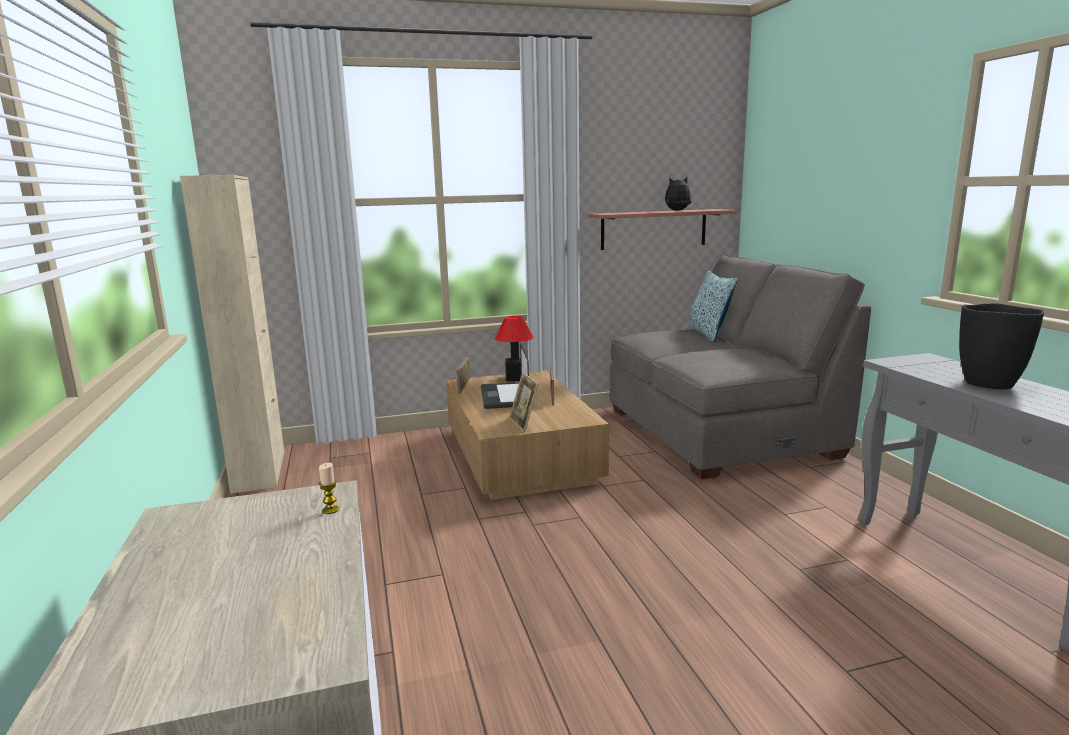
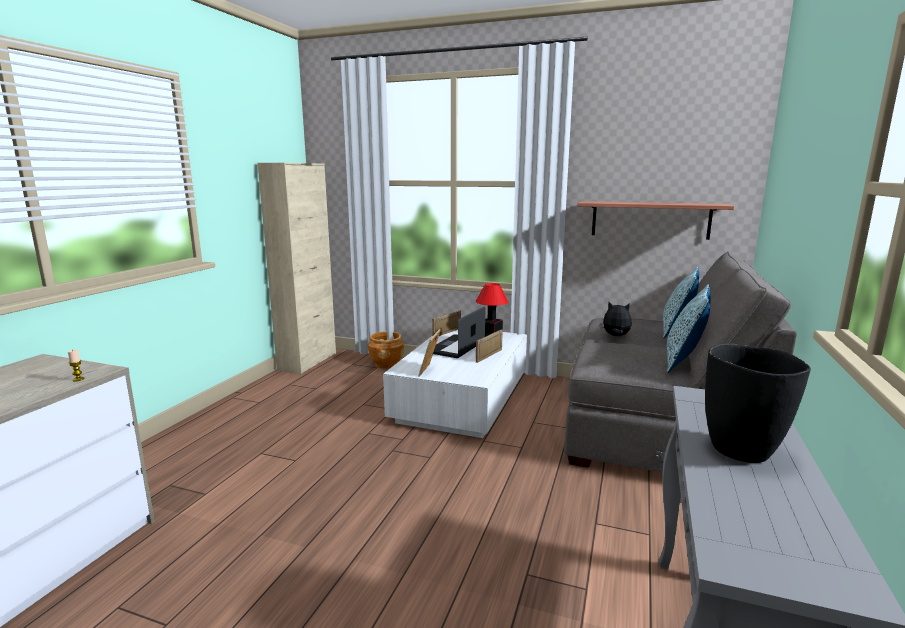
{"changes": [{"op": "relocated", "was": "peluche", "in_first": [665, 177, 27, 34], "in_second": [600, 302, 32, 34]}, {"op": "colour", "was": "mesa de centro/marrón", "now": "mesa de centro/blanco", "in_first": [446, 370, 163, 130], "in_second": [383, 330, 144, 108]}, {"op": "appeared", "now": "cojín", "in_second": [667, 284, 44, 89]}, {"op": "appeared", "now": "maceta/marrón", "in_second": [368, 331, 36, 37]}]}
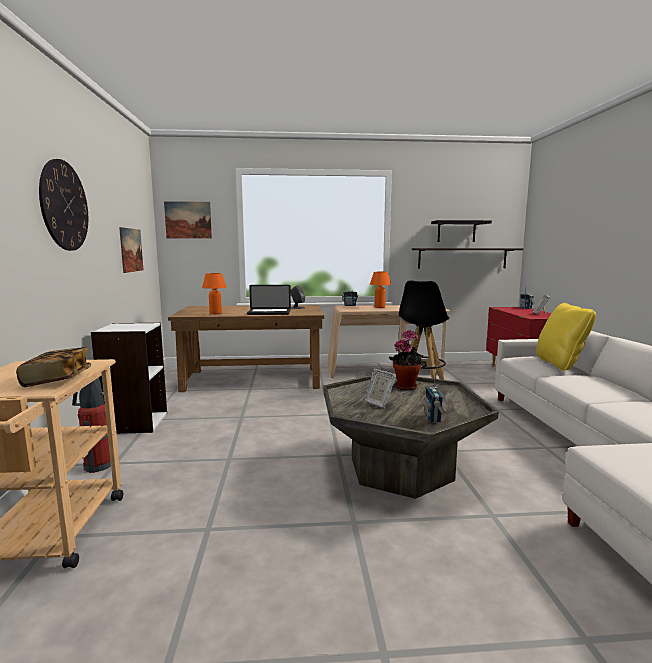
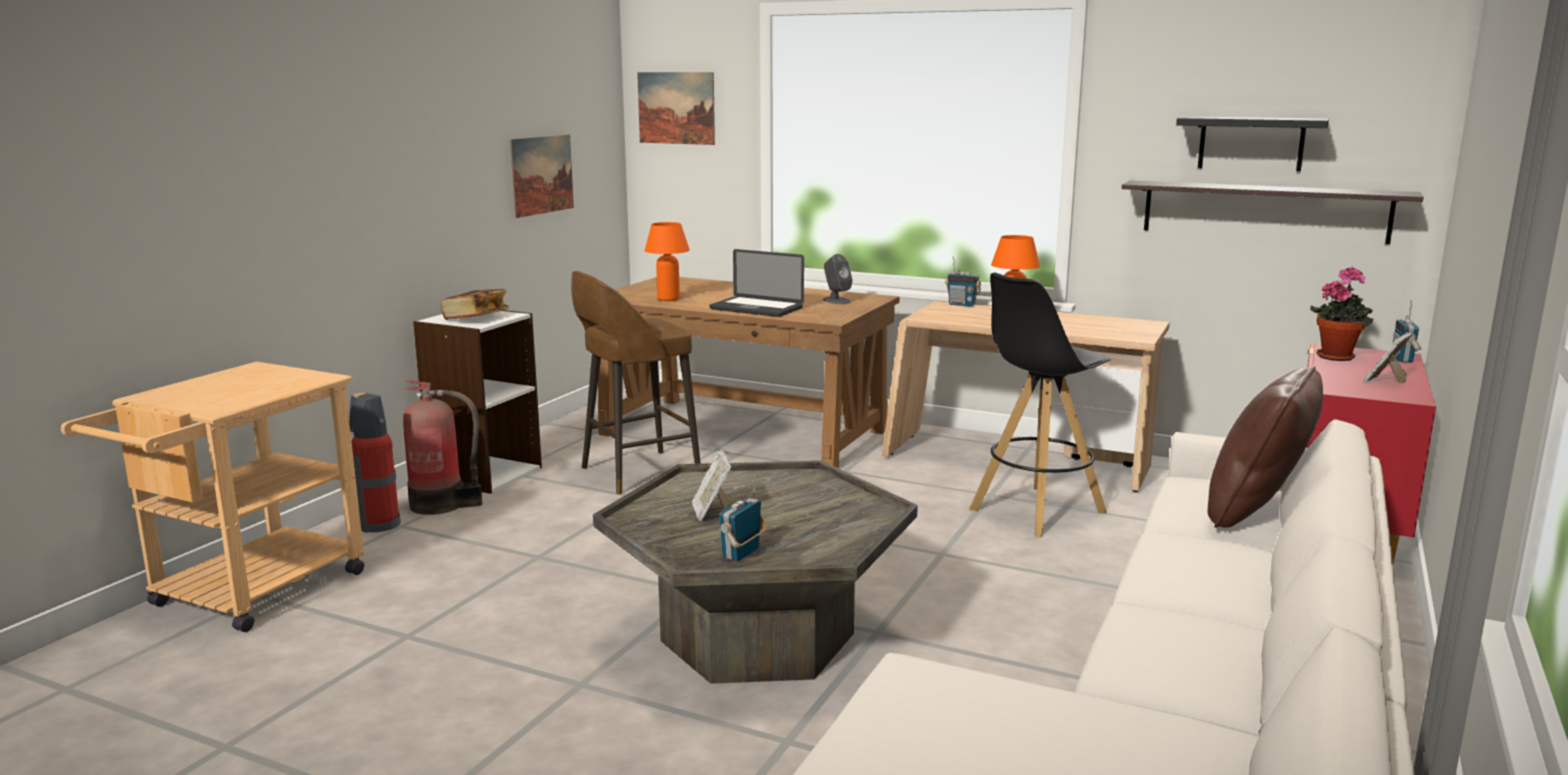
{"changes": [{"op": "missing", "was": "reloj de pared", "in_first": [39, 159, 49, 92]}, {"op": "colour", "was": "cojín/amarillo", "now": "cojín/marrón", "in_first": [536, 303, 60, 68], "in_second": [1208, 366, 115, 162]}, {"op": "relocated", "was": "planta en maceta", "in_first": [389, 330, 37, 60], "in_second": [1310, 267, 63, 94]}, {"op": "relocated", "was": "libro", "in_first": [16, 347, 75, 40], "in_second": [441, 289, 68, 31]}, {"op": "appeared", "now": "taburete/marrón", "in_second": [571, 271, 130, 224]}, {"op": "appeared", "now": "extintor", "in_second": [403, 380, 80, 135]}]}
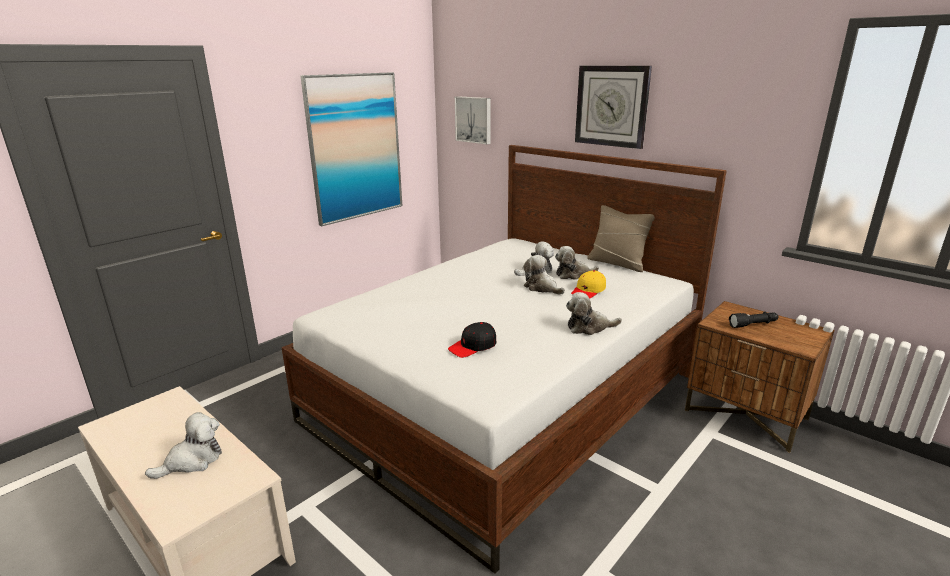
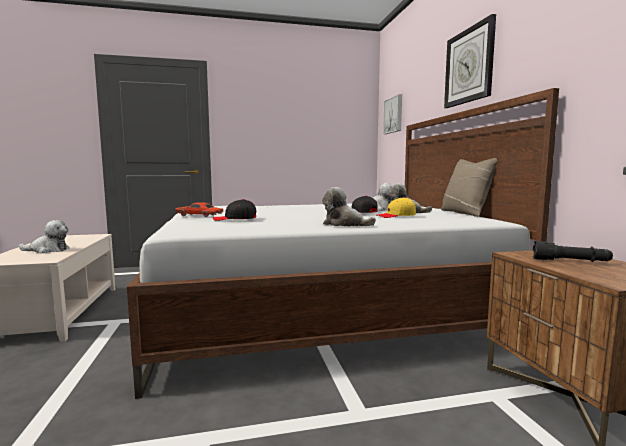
{"changes": [{"op": "missing", "was": "cuadro", "in_first": [301, 72, 101, 154]}, {"op": "exchanged", "was": "peluche", "now": "gorra/negro", "in_first": [524, 255, 41, 39], "in_second": [351, 196, 27, 17]}, {"op": "appeared", "now": "coche de juguete/rojo", "in_second": [175, 202, 48, 15]}]}
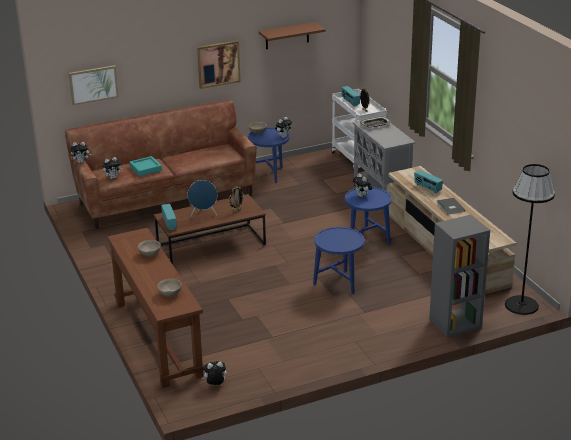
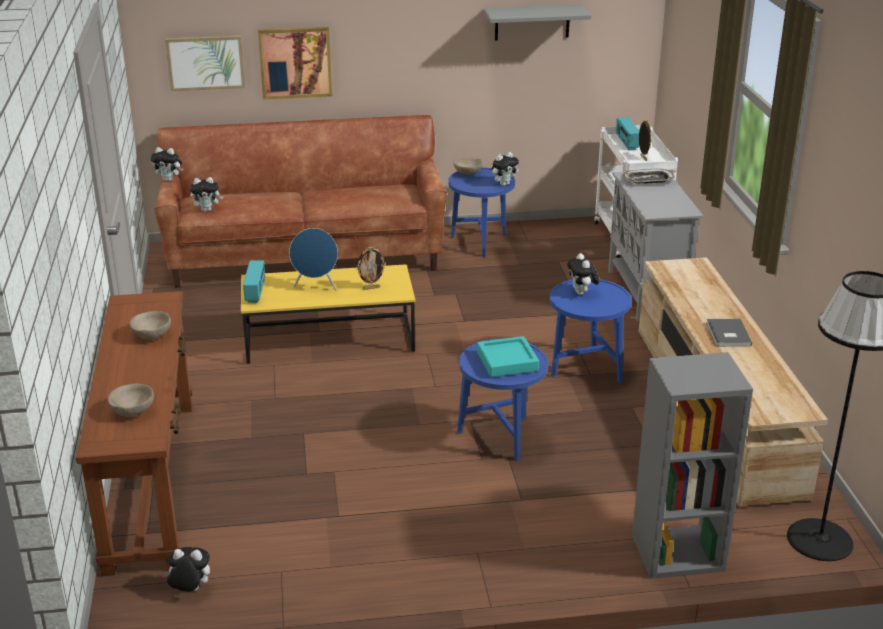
{"changes": [{"op": "colour", "was": "estante/marrón", "now": "estante/gris", "in_first": [259, 22, 66, 27], "in_second": [483, 5, 109, 35]}, {"op": "relocated", "was": "cuadro", "in_first": [197, 40, 44, 49], "in_second": [258, 27, 74, 72]}, {"op": "relocated", "was": "bandeja/turquesa", "in_first": [129, 156, 33, 20], "in_second": [477, 336, 62, 41]}, {"op": "missing", "was": "radio", "in_first": [414, 170, 29, 23]}, {"op": "colour", "was": "mesa de centro/marrón", "now": "mesa de centro/amarillo", "in_first": [154, 194, 112, 71], "in_second": [241, 264, 174, 99]}]}
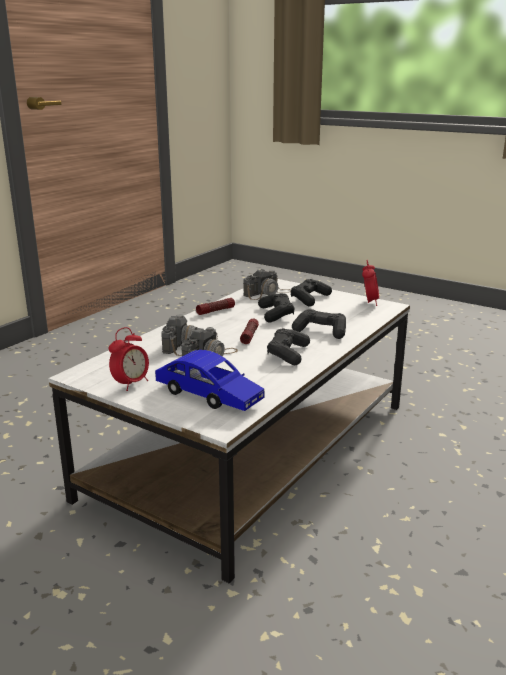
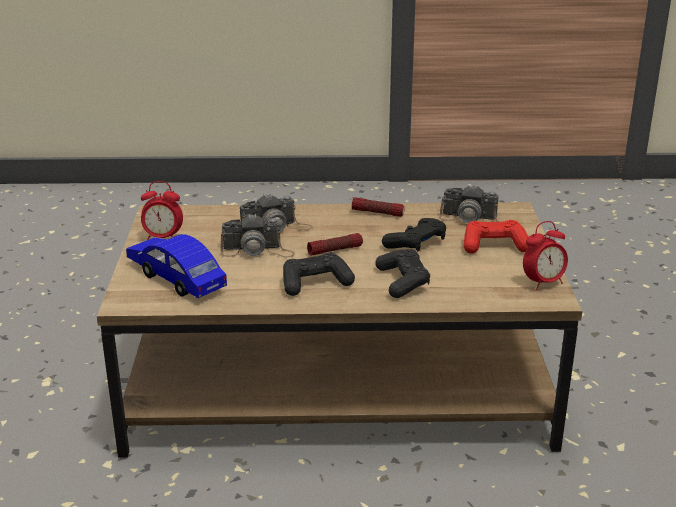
{"changes": [{"op": "colour", "was": "mesa de centro/blanco", "now": "mesa de centro/marrón", "in_first": [48, 279, 362, 304], "in_second": [97, 202, 485, 256]}, {"op": "colour", "was": "mando de consola/negro", "now": "mando de consola/rojo", "in_first": [291, 279, 41, 28], "in_second": [464, 220, 64, 34]}, {"op": "spun", "was": "coche de juguete/azul", "in_first": [155, 350, 110, 61], "in_second": [126, 234, 101, 64], "clockwise": 135}]}
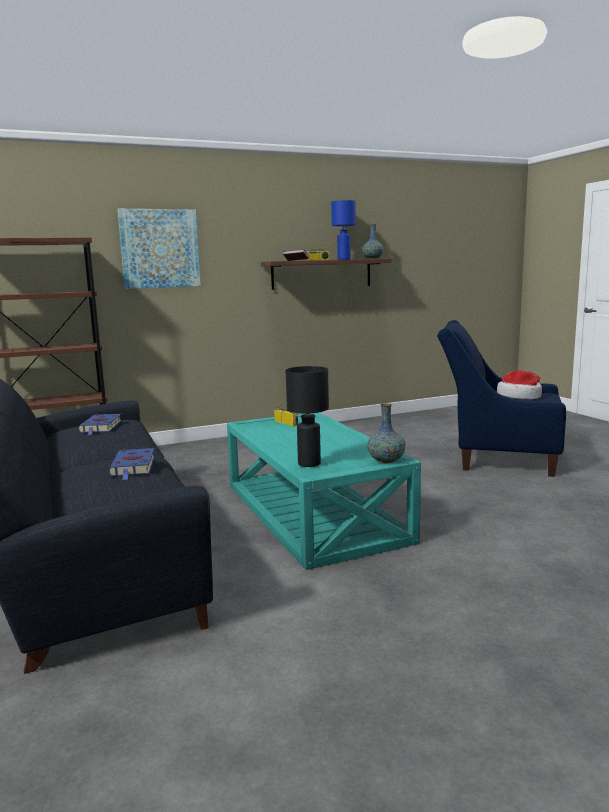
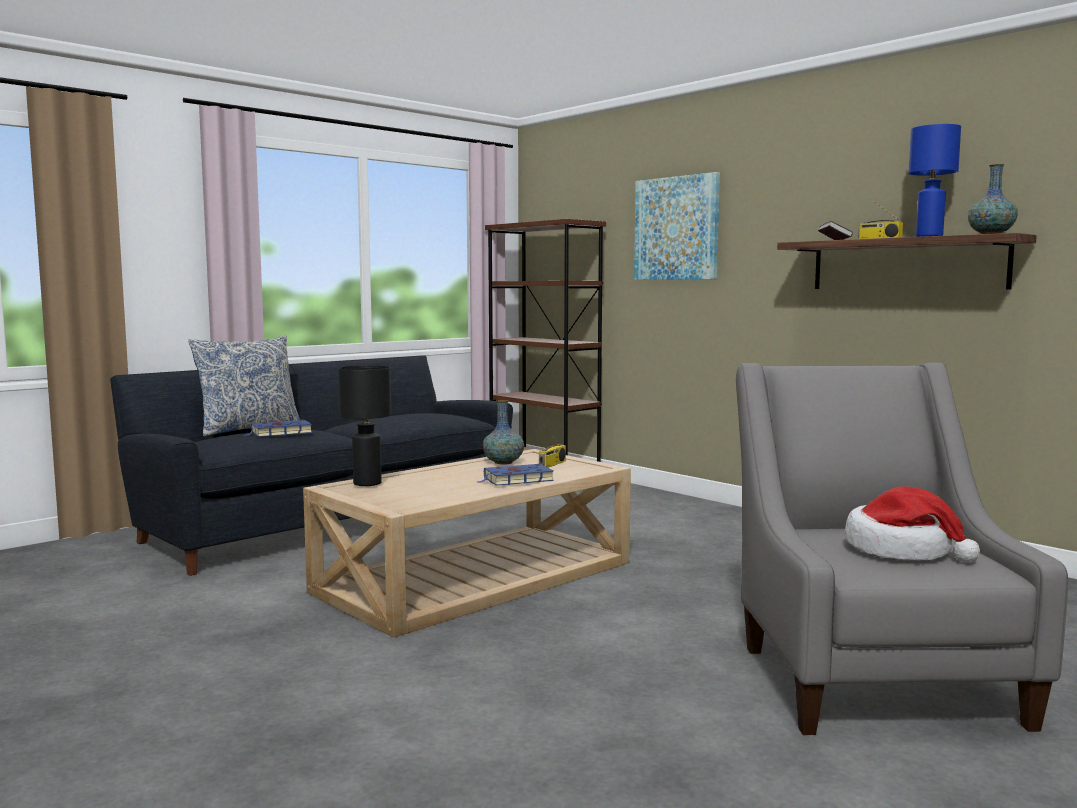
{"changes": [{"op": "colour", "was": "sillón/azul", "now": "sillón/gris", "in_first": [437, 320, 129, 157], "in_second": [736, 363, 332, 372]}, {"op": "relocated", "was": "florero", "in_first": [367, 403, 39, 60], "in_second": [483, 400, 41, 64]}, {"op": "colour", "was": "mesa de centro/turquesa", "now": "mesa de centro/beis", "in_first": [227, 413, 194, 157], "in_second": [303, 449, 328, 188]}, {"op": "relocated", "was": "libro/azul", "in_first": [78, 414, 44, 21], "in_second": [477, 464, 77, 22]}, {"op": "appeared", "now": "cojín", "in_second": [188, 336, 112, 101]}]}
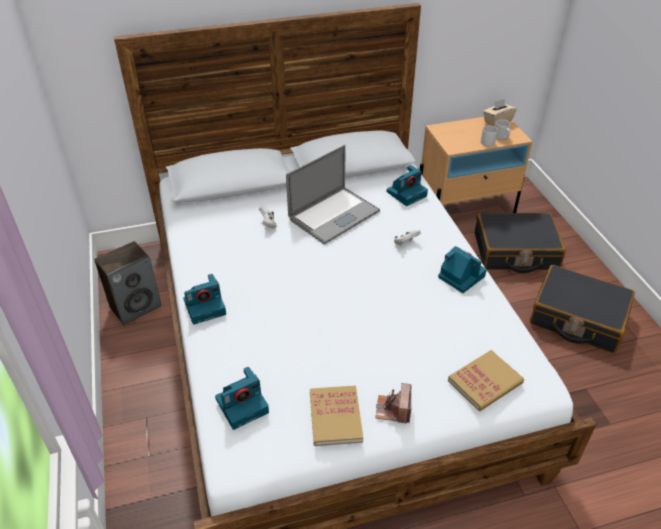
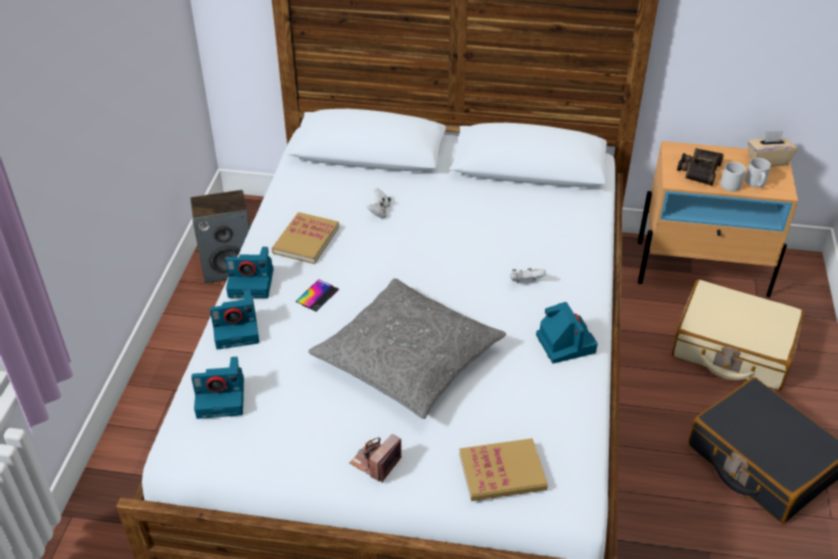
{"changes": [{"op": "missing", "was": "portátil", "in_first": [286, 145, 94, 99]}, {"op": "relocated", "was": "cámara", "in_first": [387, 165, 41, 41], "in_second": [210, 290, 49, 60]}, {"op": "colour", "was": "maleta/negro", "now": "maleta/beis", "in_first": [475, 213, 91, 60], "in_second": [672, 279, 132, 112]}, {"op": "relocated", "was": "libro", "in_first": [310, 385, 53, 61], "in_second": [272, 212, 67, 52]}, {"op": "appeared", "now": "prismáticos", "in_second": [677, 148, 47, 38]}, {"op": "appeared", "now": "cojín/gris", "in_second": [308, 278, 198, 141]}, {"op": "appeared", "now": "móvil", "in_second": [295, 279, 44, 33]}]}
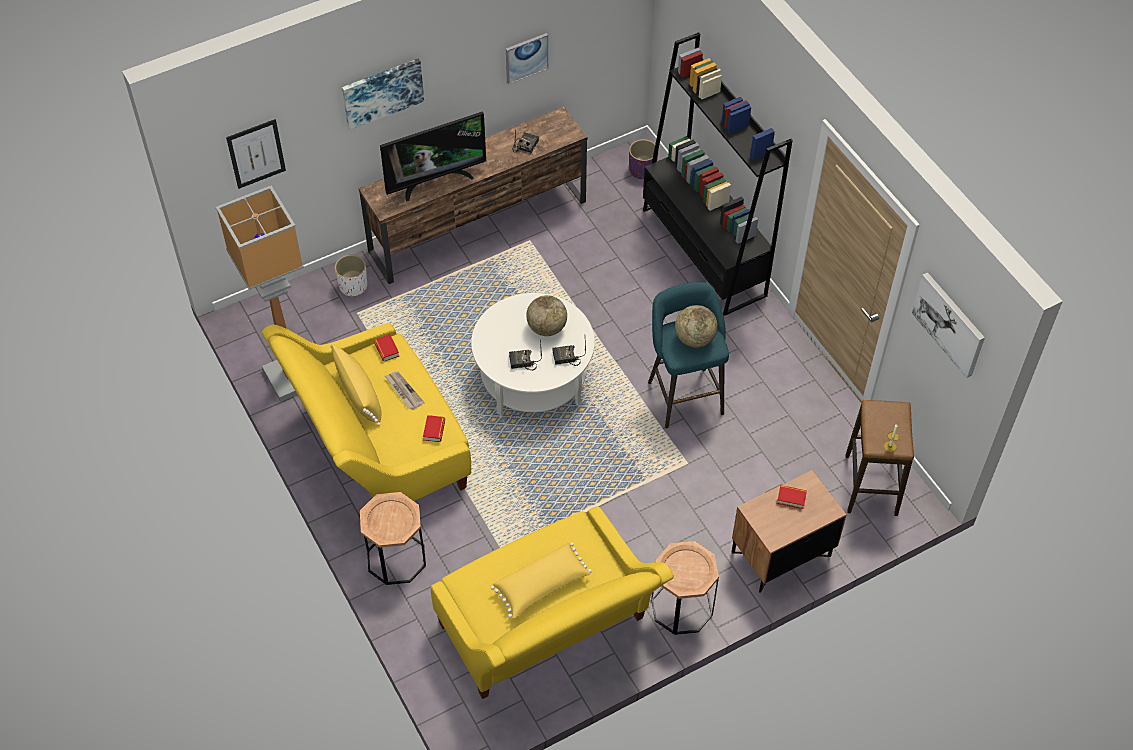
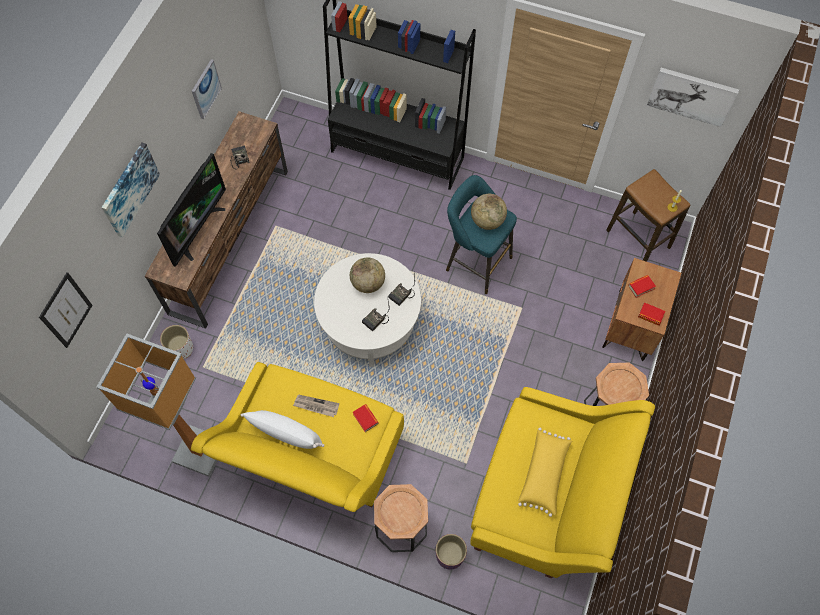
{"changes": [{"op": "relocated", "was": "maceta/morado", "in_first": [629, 139, 29, 41], "in_second": [436, 534, 31, 36]}, {"op": "relocated", "was": "libro", "in_first": [374, 334, 25, 27], "in_second": [638, 302, 27, 24]}, {"op": "colour", "was": "cojín/amarillo", "now": "cojín/blanco", "in_first": [330, 344, 52, 82], "in_second": [241, 410, 84, 39]}]}
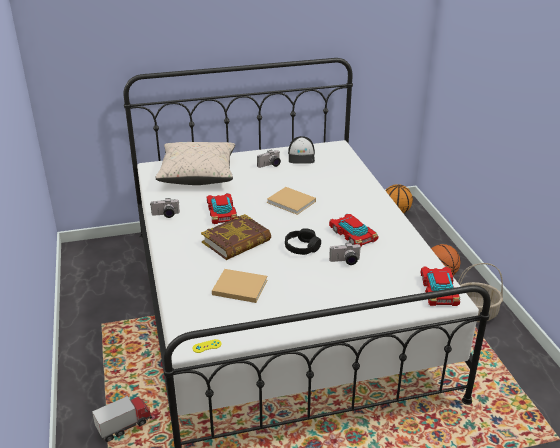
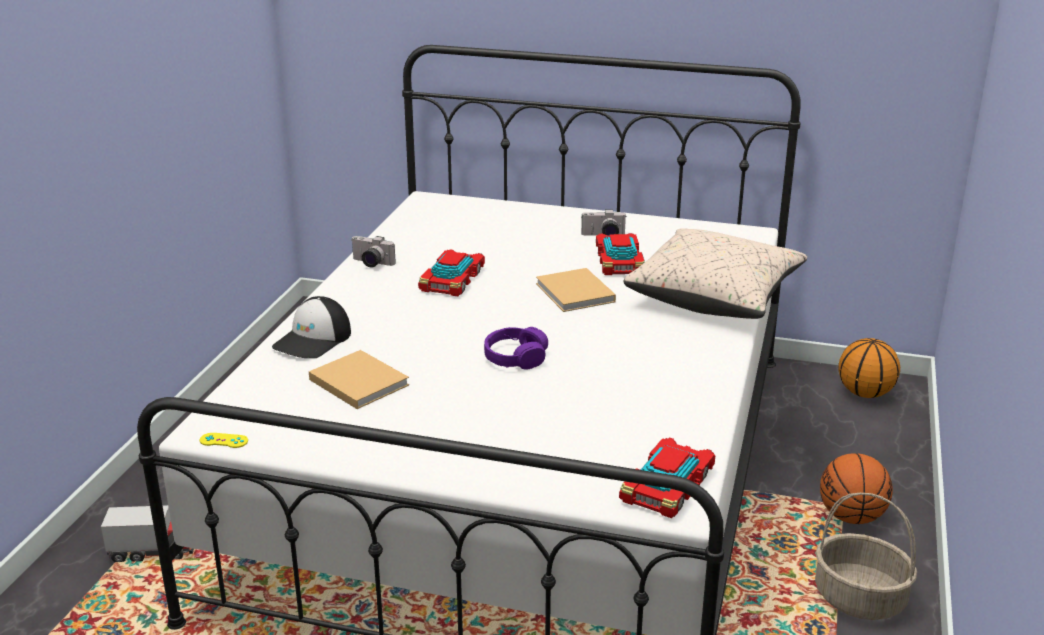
{"changes": [{"op": "relocated", "was": "gorra", "in_first": [288, 136, 27, 27], "in_second": [272, 296, 79, 62]}, {"op": "relocated", "was": "cojín/beis", "in_first": [156, 142, 79, 43], "in_second": [624, 228, 183, 91]}, {"op": "missing", "was": "libro", "in_first": [201, 214, 70, 46]}, {"op": "relocated", "was": "coche de juguete", "in_first": [329, 214, 49, 33], "in_second": [596, 233, 49, 42]}, {"op": "colour", "was": "auriculares/negro", "now": "auriculares/morado", "in_first": [285, 228, 36, 27], "in_second": [484, 327, 64, 43]}, {"op": "missing", "was": "cámara", "in_first": [329, 243, 32, 22]}]}
